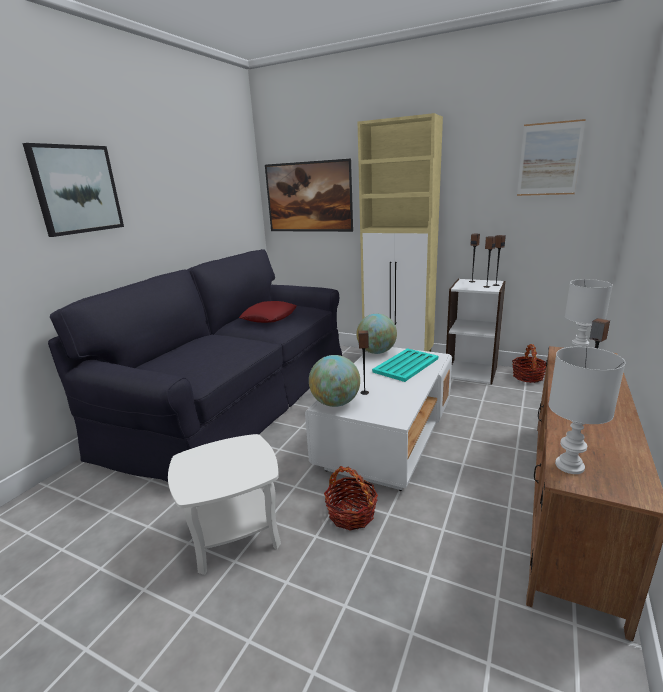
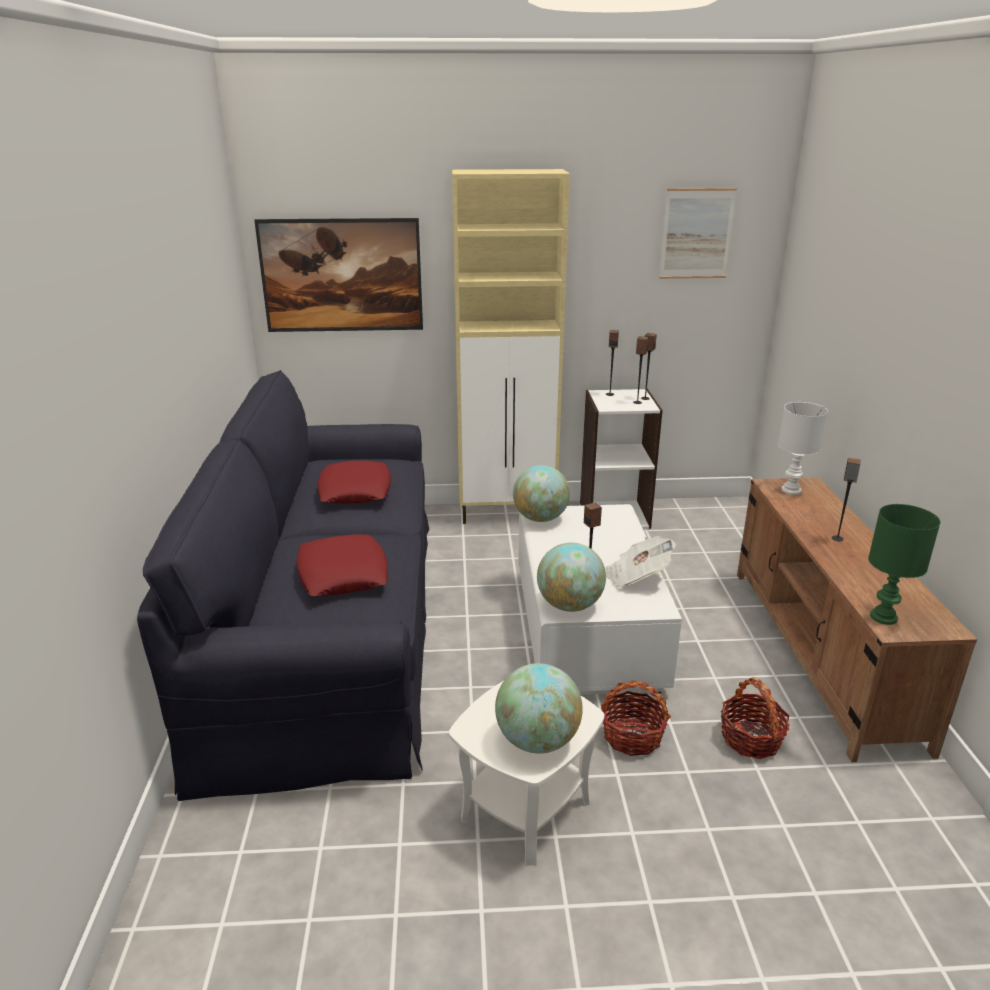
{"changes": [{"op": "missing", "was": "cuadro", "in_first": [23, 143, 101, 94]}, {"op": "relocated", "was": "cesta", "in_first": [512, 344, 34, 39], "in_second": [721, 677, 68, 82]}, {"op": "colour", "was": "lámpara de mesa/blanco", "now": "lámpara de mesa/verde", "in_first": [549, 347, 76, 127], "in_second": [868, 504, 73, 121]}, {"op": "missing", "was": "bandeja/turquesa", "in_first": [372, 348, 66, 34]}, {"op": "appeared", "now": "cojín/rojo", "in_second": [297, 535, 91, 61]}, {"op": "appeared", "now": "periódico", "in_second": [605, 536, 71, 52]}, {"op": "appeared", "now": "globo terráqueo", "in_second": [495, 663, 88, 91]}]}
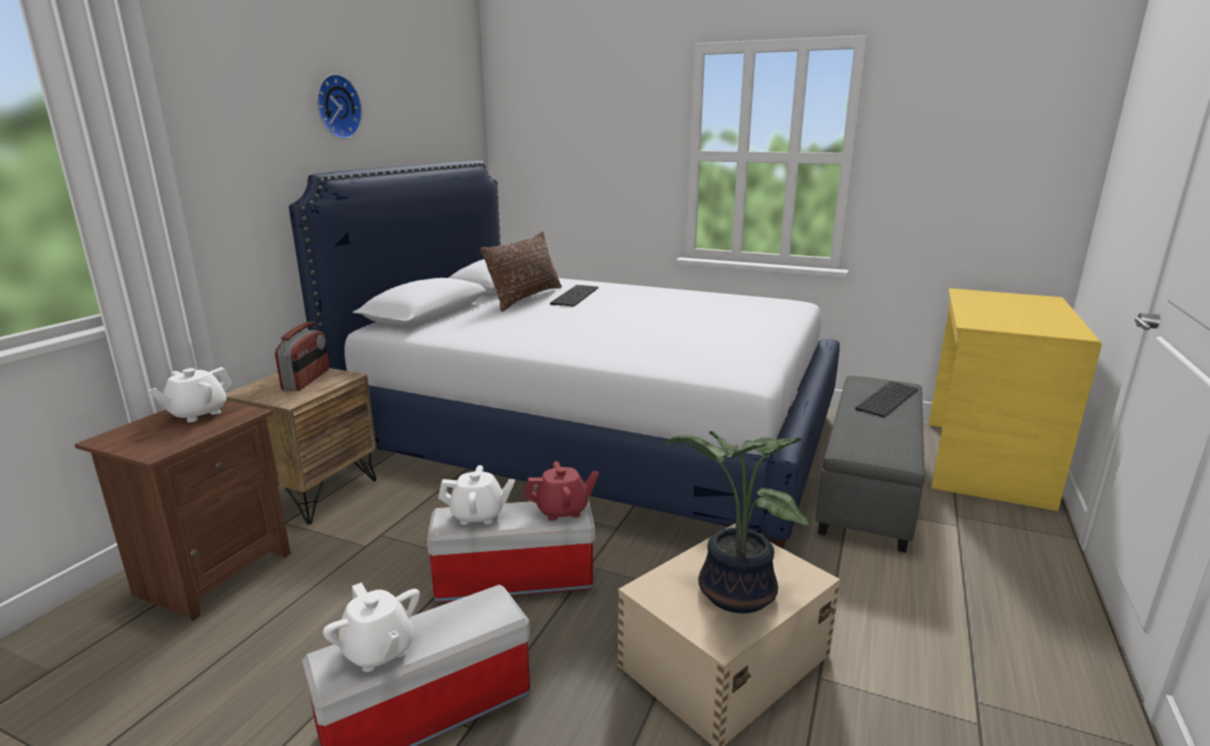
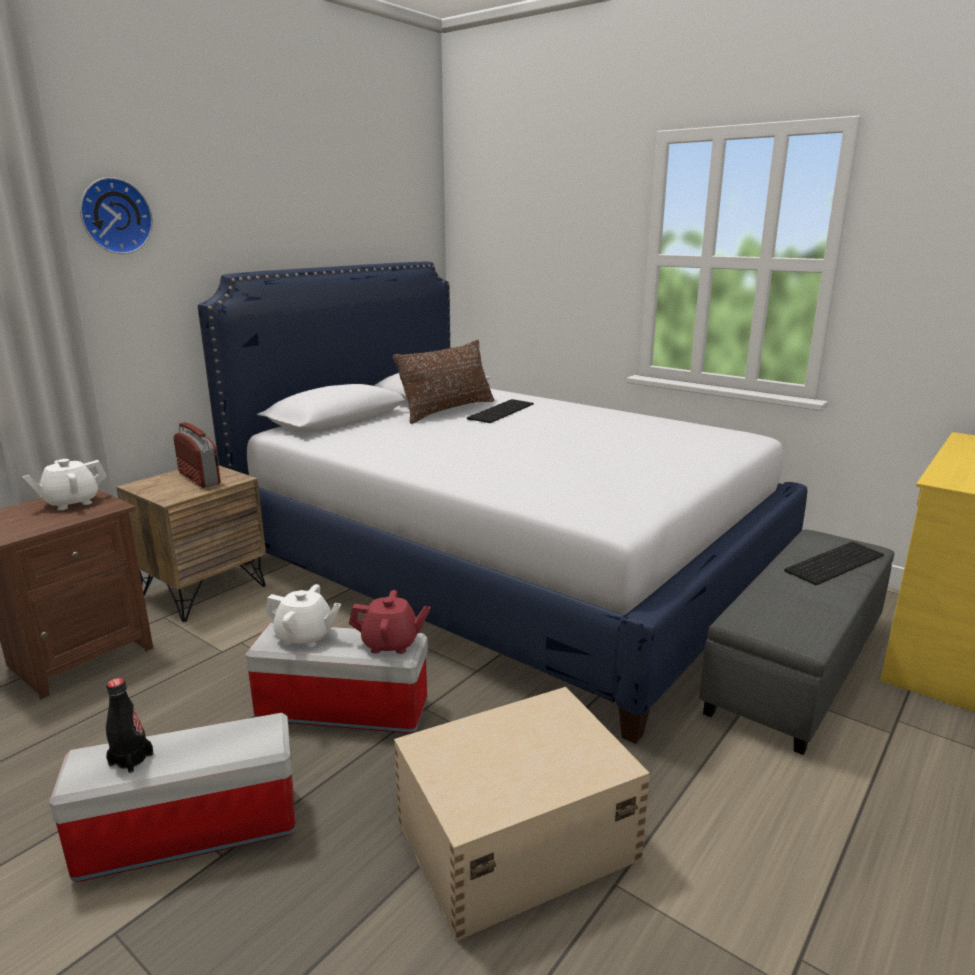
{"changes": [{"op": "relocated", "was": "reloj de pared", "in_first": [317, 74, 45, 65], "in_second": [80, 177, 73, 77]}, {"op": "spun", "was": "radio", "in_first": [275, 322, 54, 69], "in_second": [174, 422, 46, 66], "clockwise": -60}, {"op": "missing", "was": "planta en maceta", "in_first": [665, 431, 144, 182]}, {"op": "exchanged", "was": "tetera/blanco", "now": "botella/negro", "in_first": [323, 582, 97, 90], "in_second": [106, 678, 47, 95]}]}
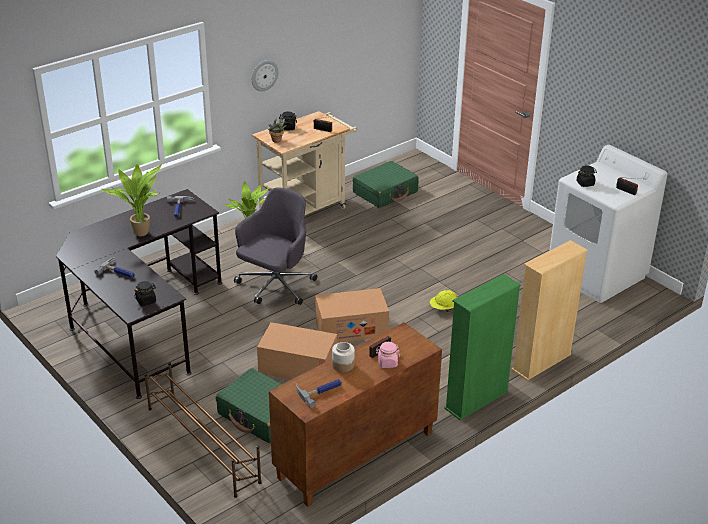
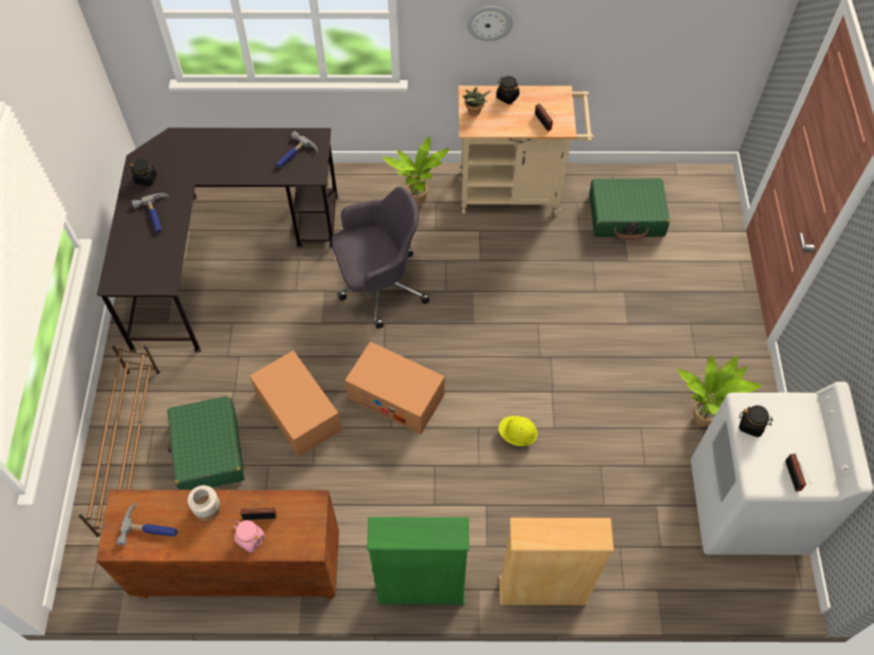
{"changes": [{"op": "relocated", "was": "planta en maceta", "in_first": [102, 164, 60, 72], "in_second": [678, 355, 84, 71]}, {"op": "relocated", "was": "tarro/negro", "in_first": [134, 281, 22, 25], "in_second": [130, 159, 27, 27]}]}
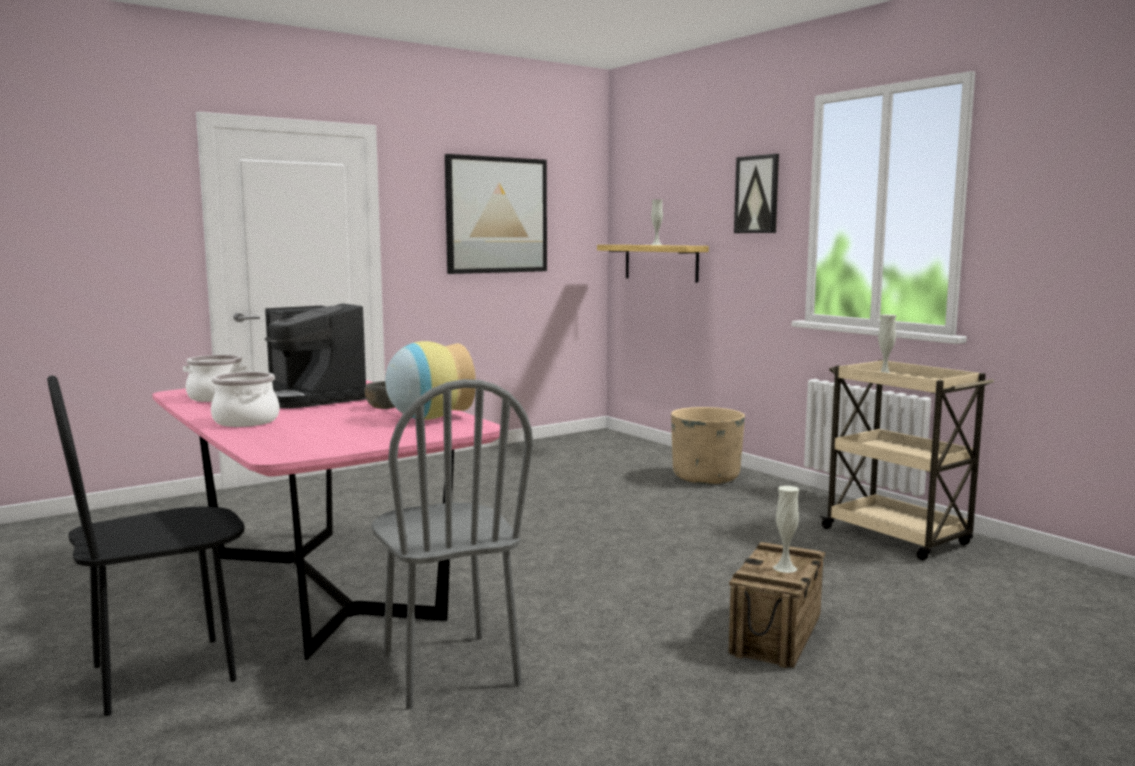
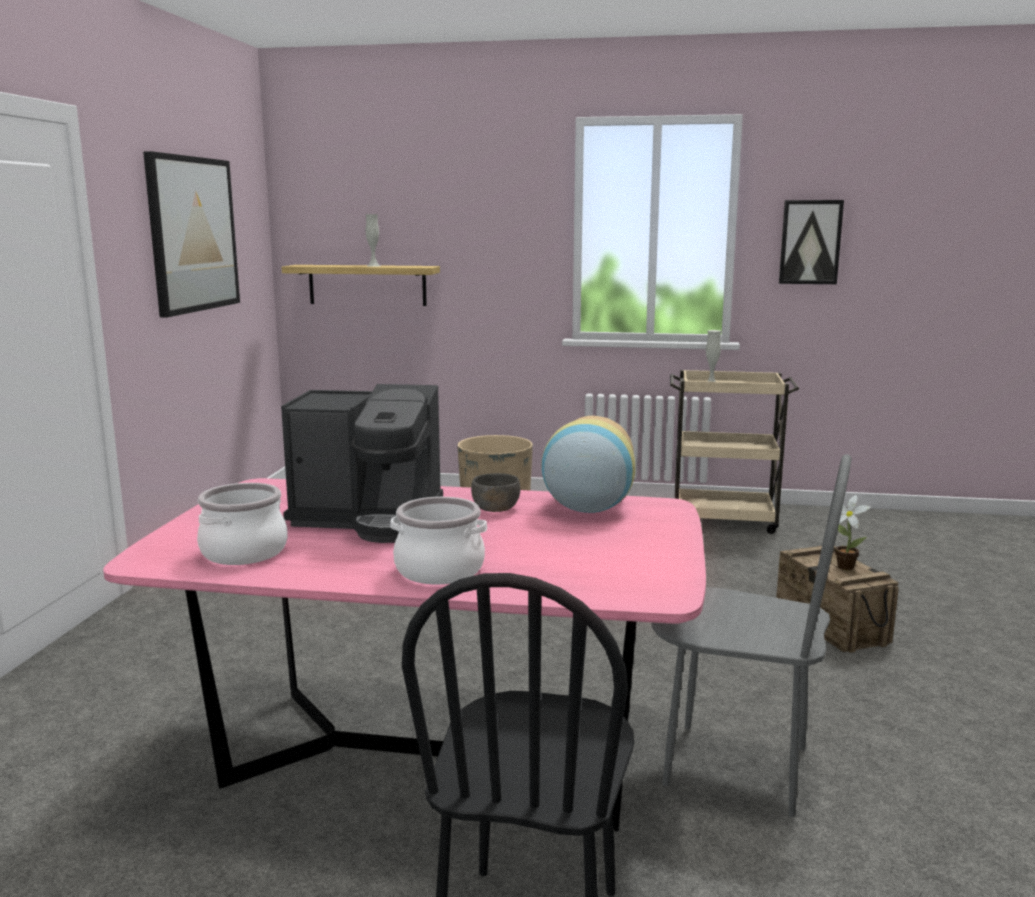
{"changes": [{"op": "relocated", "was": "cuadro", "in_first": [734, 154, 45, 79], "in_second": [779, 200, 65, 84]}, {"op": "exchanged", "was": "florero/blanco", "now": "planta en maceta", "in_first": [773, 486, 26, 87], "in_second": [835, 495, 36, 75]}]}
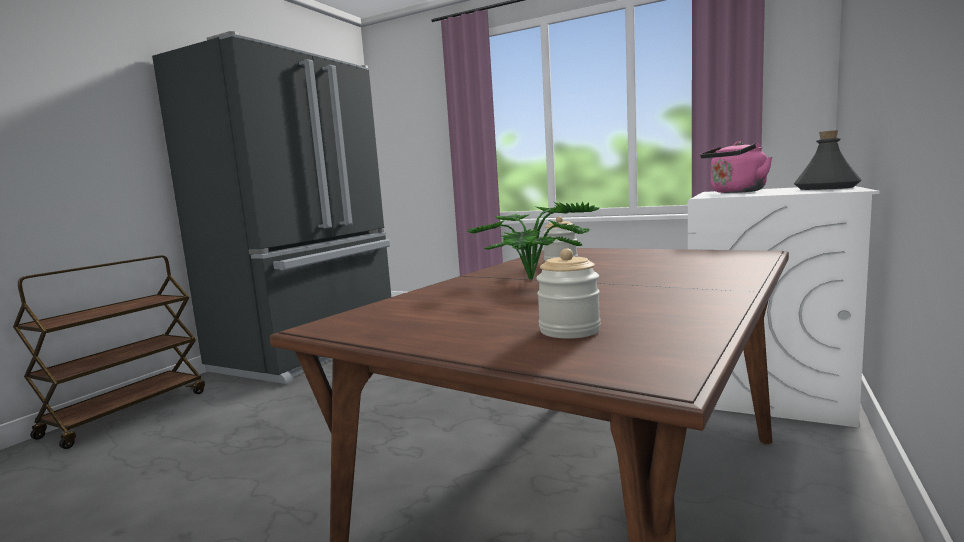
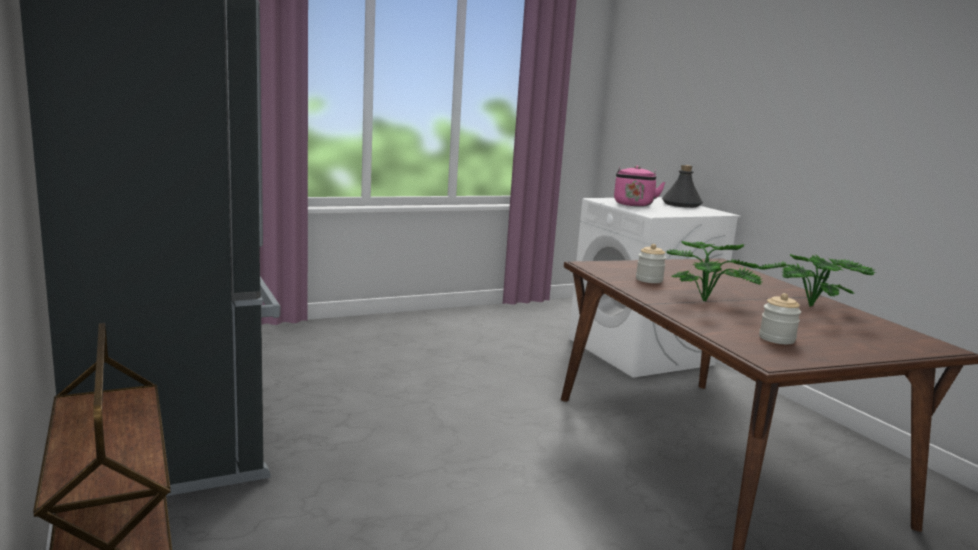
{"changes": [{"op": "relocated", "was": "tarro", "in_first": [536, 248, 65, 91], "in_second": [759, 293, 42, 51]}, {"op": "appeared", "now": "planta en maceta", "in_second": [759, 254, 117, 53]}]}
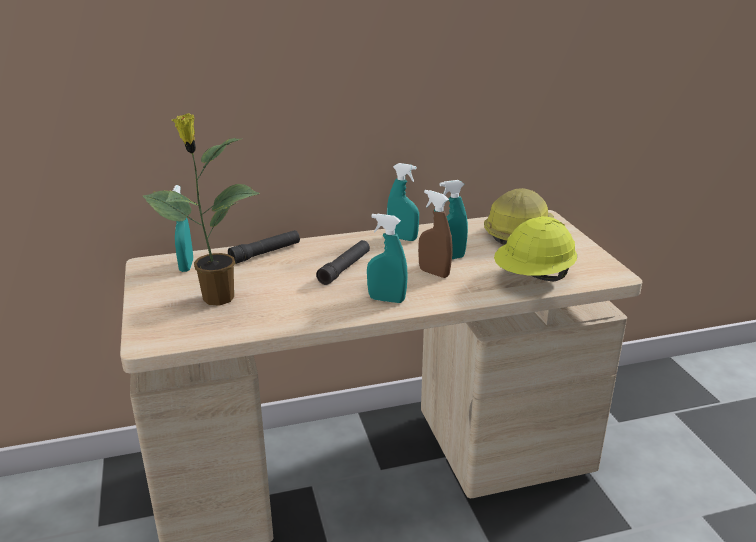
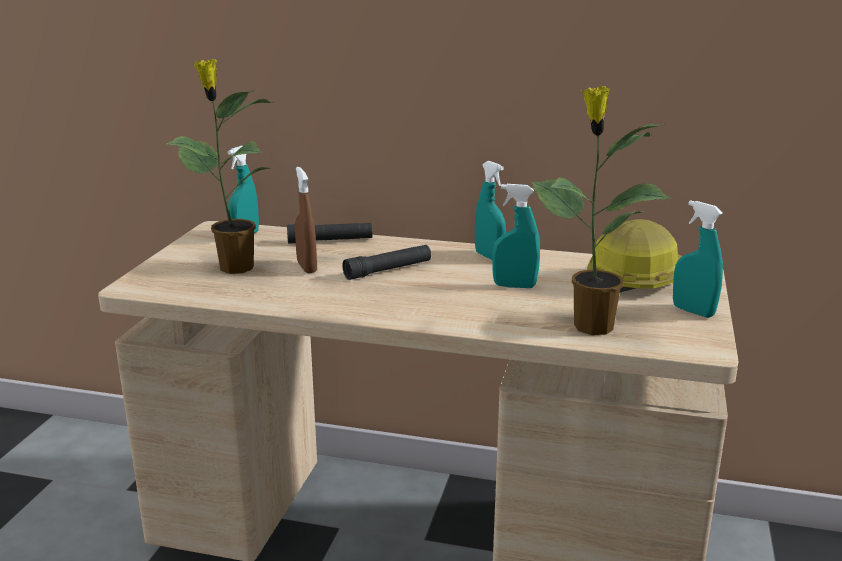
{"changes": [{"op": "relocated", "was": "pulverizador/marrón", "in_first": [418, 190, 34, 88], "in_second": [295, 167, 22, 106]}, {"op": "relocated", "was": "pulverizador/turquesa", "in_first": [367, 214, 41, 89], "in_second": [673, 200, 50, 118]}, {"op": "exchanged", "was": "casco/amarillo", "now": "planta en maceta", "in_first": [494, 216, 83, 65], "in_second": [531, 86, 139, 249]}]}
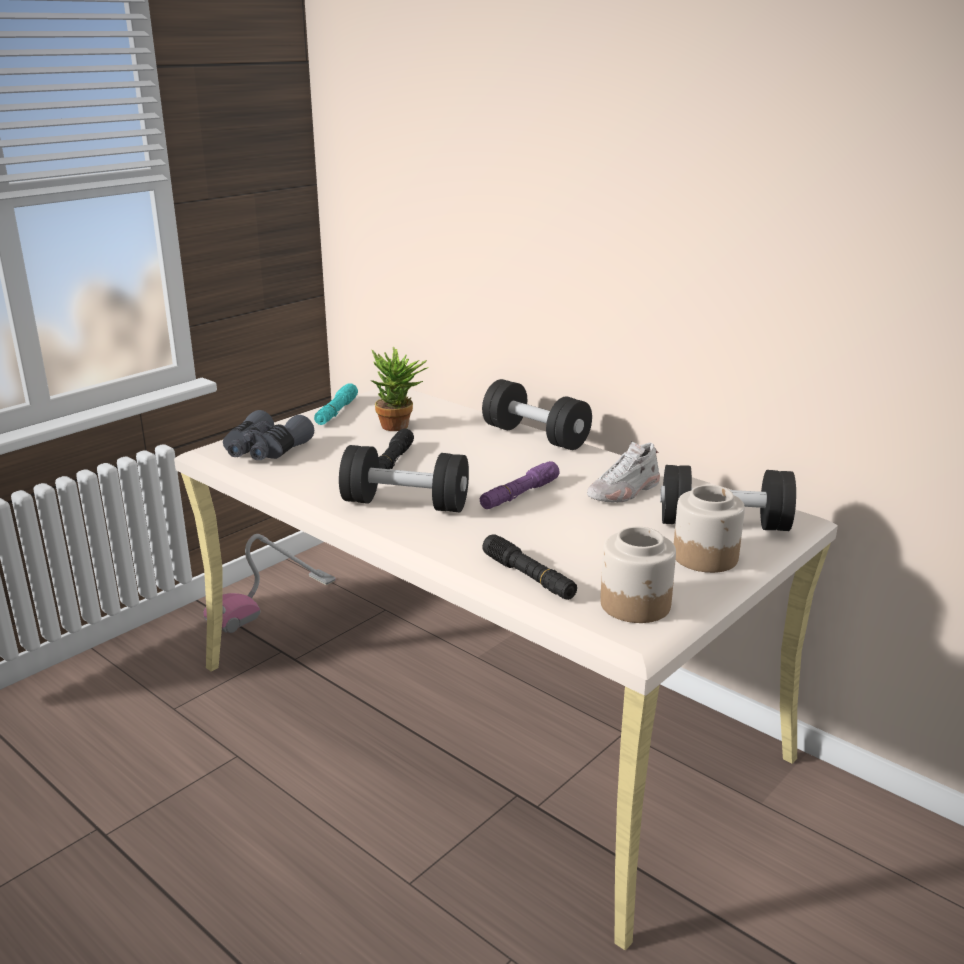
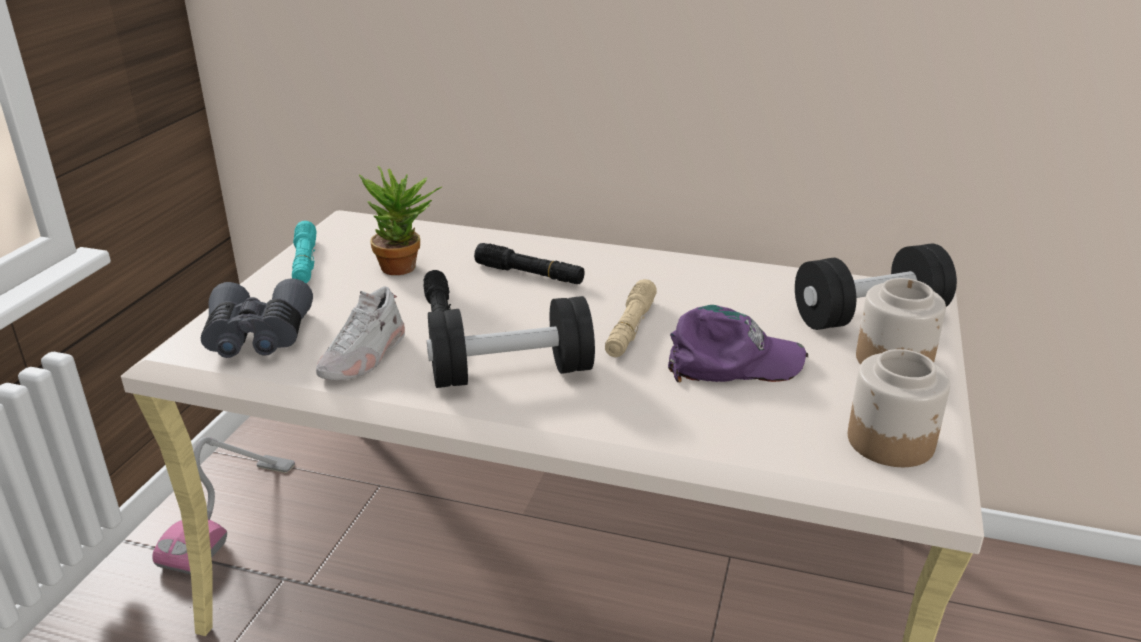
{"changes": [{"op": "missing", "was": "mancuerna/negro", "in_first": [482, 379, 110, 71]}, {"op": "relocated", "was": "zapato/blanco", "in_first": [587, 442, 73, 60], "in_second": [316, 286, 89, 94]}, {"op": "colour", "was": "linterna/morado", "now": "linterna/beis", "in_first": [480, 461, 80, 48], "in_second": [605, 279, 52, 78]}, {"op": "relocated", "was": "linterna/negro", "in_first": [482, 534, 95, 66], "in_second": [474, 243, 111, 41]}, {"op": "appeared", "now": "gorra/morado", "in_second": [668, 305, 140, 77]}]}
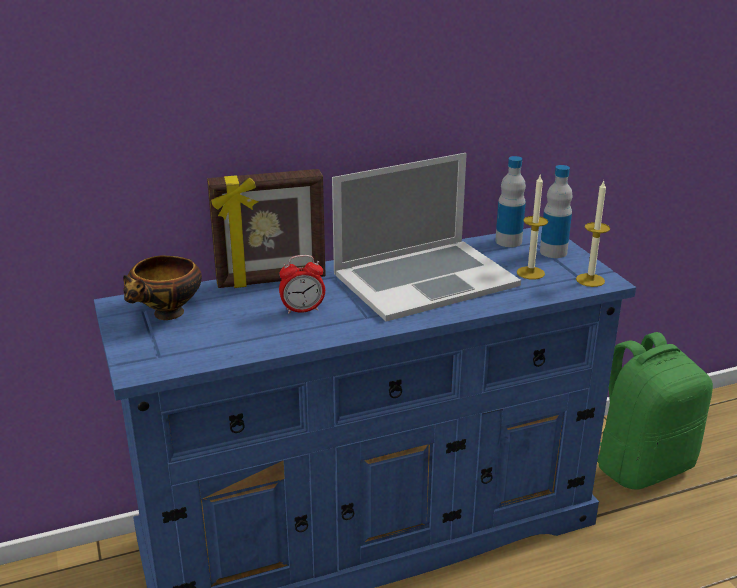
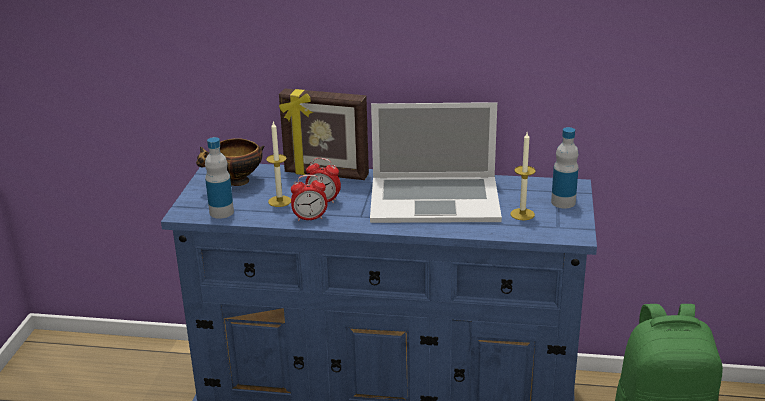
{"changes": [{"op": "relocated", "was": "botella", "in_first": [495, 156, 31, 91], "in_second": [205, 137, 29, 82]}, {"op": "relocated", "was": "vela", "in_first": [576, 180, 34, 107], "in_second": [266, 121, 25, 86]}, {"op": "appeared", "now": "despertador", "in_second": [291, 175, 37, 46]}]}
